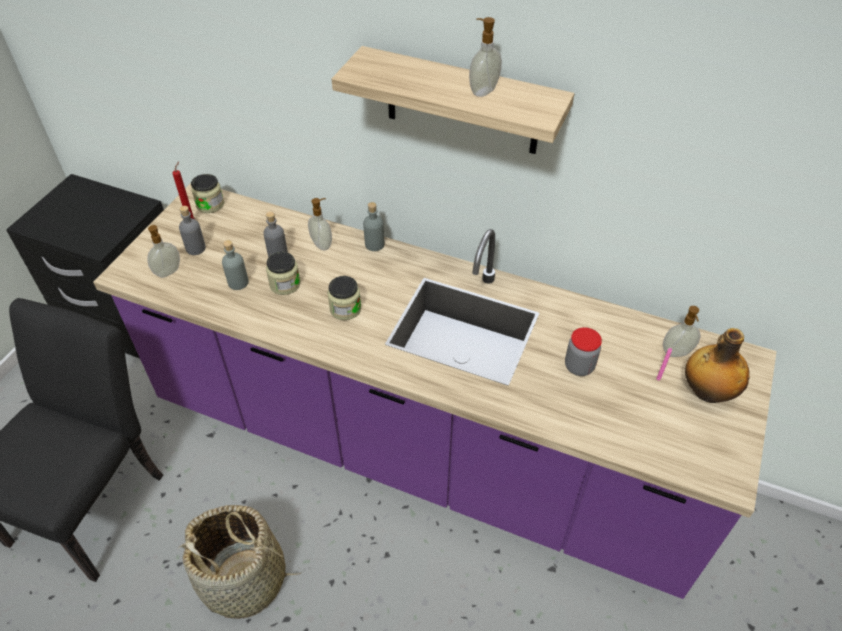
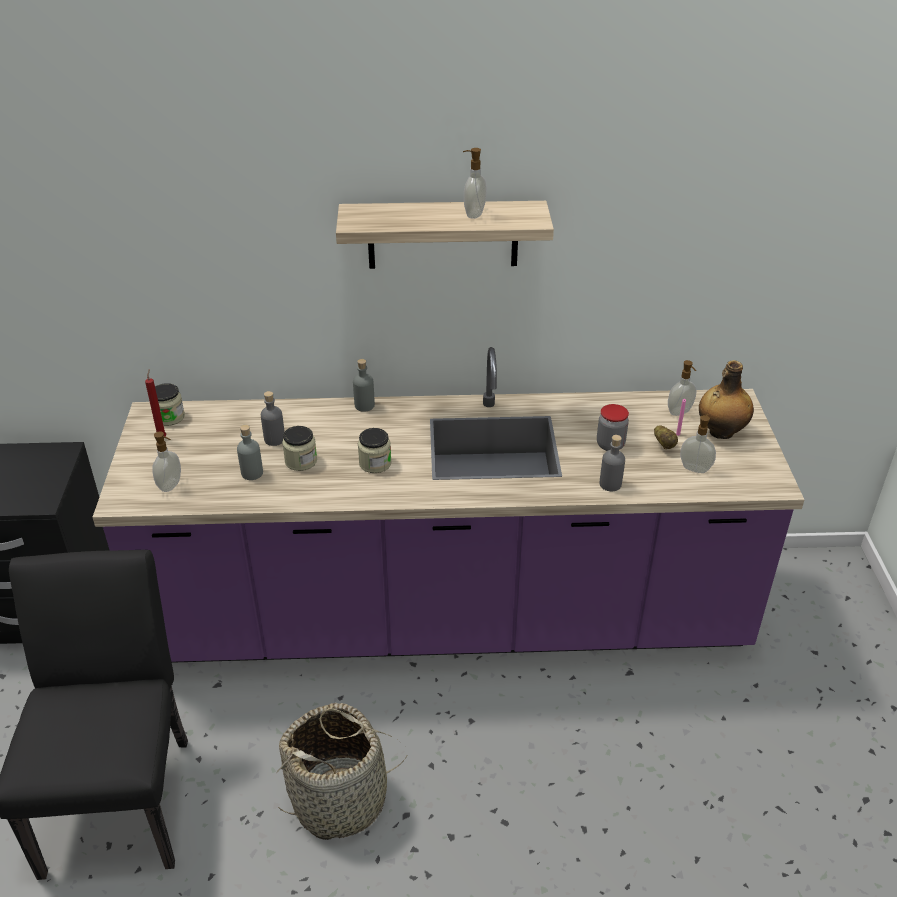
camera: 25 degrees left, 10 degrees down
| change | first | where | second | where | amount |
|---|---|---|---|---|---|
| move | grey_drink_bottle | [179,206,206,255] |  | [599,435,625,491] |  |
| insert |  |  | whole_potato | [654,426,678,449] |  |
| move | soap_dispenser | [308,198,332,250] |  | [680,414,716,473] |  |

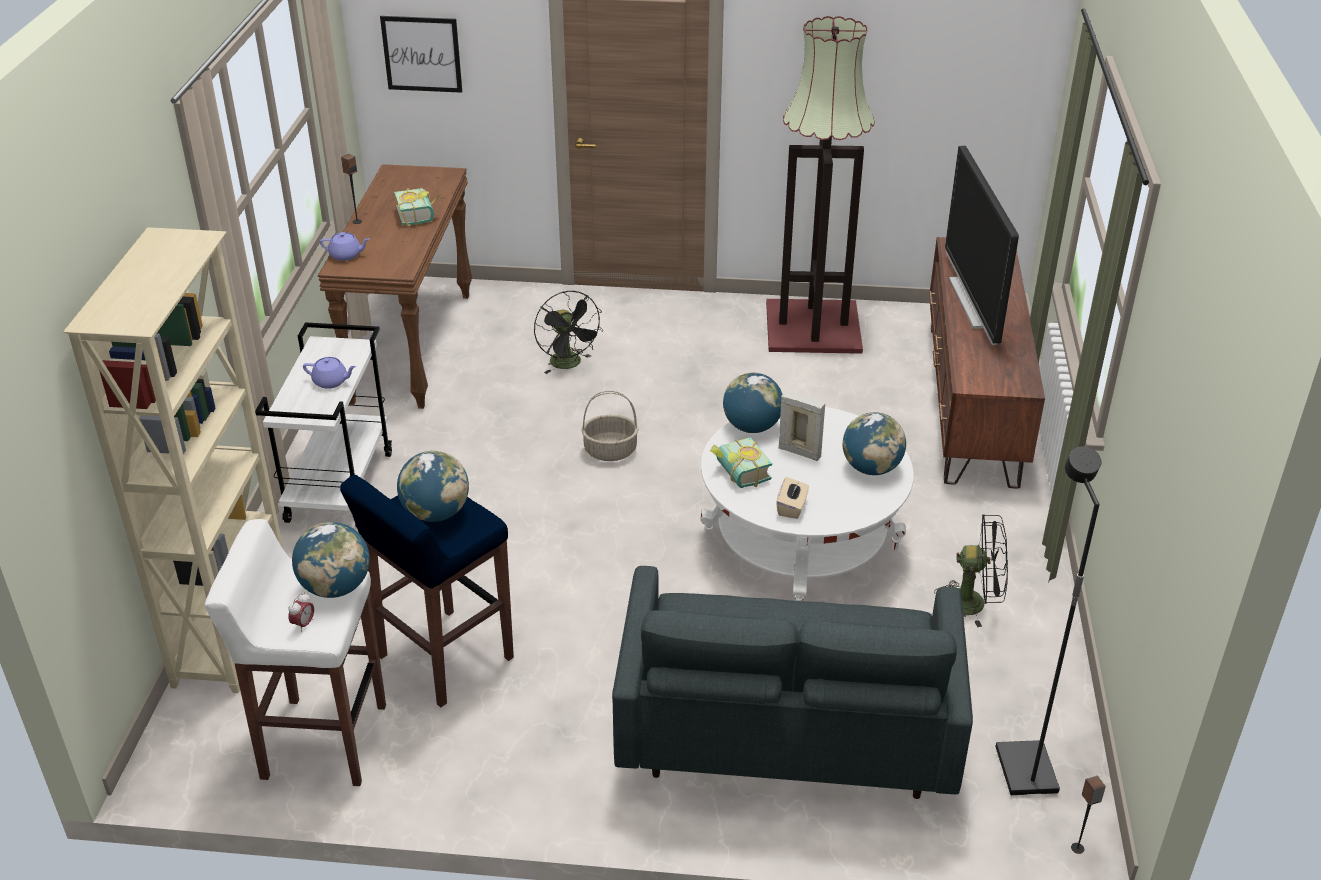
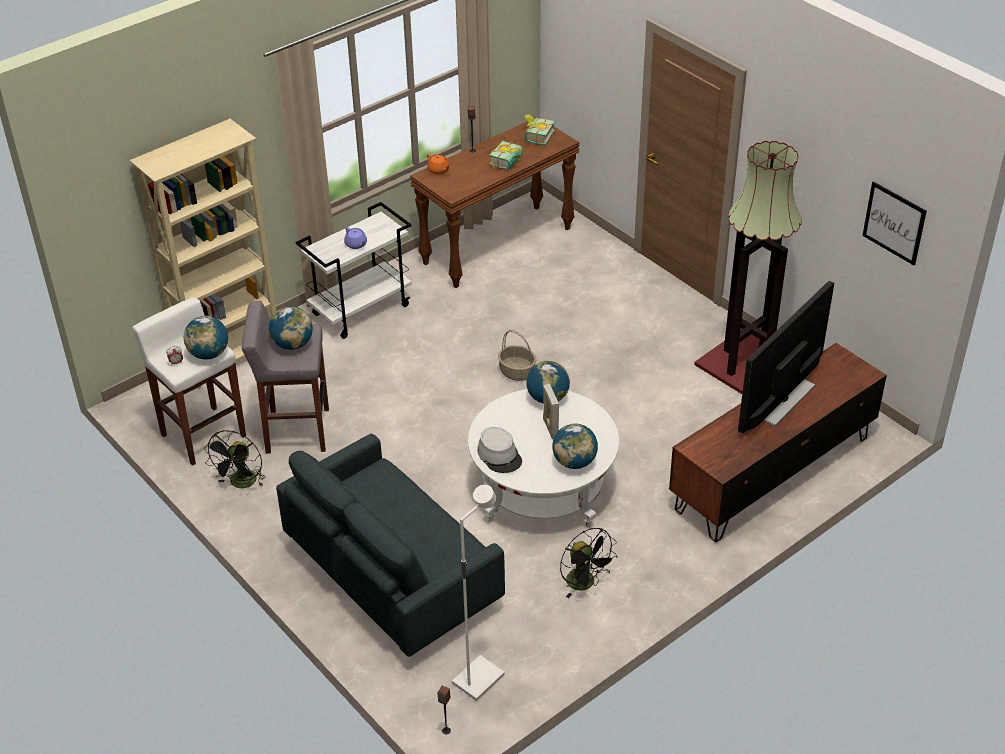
camera: 45 degrees right, 5 degrees up
| change | first | where | second | where | amount |
|---|---|---|---|---|---|
| move | black-coloured_electric_fan | [534,291,603,374] |  | [204,430,266,488] |  |
| recolor | blue_stool_seat | [340,475,514,707] | grey_stool_seat | [242,301,329,454] |  |
| recolor | purple-coloured_tea_pot | [320,232,370,261] | orange_tea_pot | [427,154,450,174] |  |
| recolor | black-coloured_floor_lamp | [995,446,1101,795] | white_floor_lamp | [452,485,505,701] |  |
| replace | beige-coloured_tissue_box | [776,477,809,519] | grey_clothing_hat | [477,427,522,473] |  |
| move | bound_book | [710,437,772,488] |  | [524,114,555,146] |  |
| move | wall_picture | [380,16,462,93] |  | [862,181,927,265] |  |

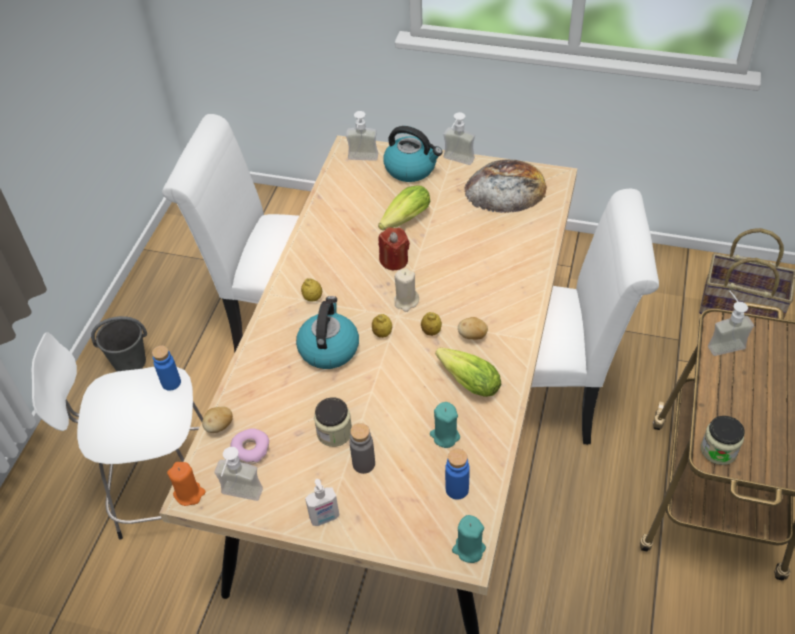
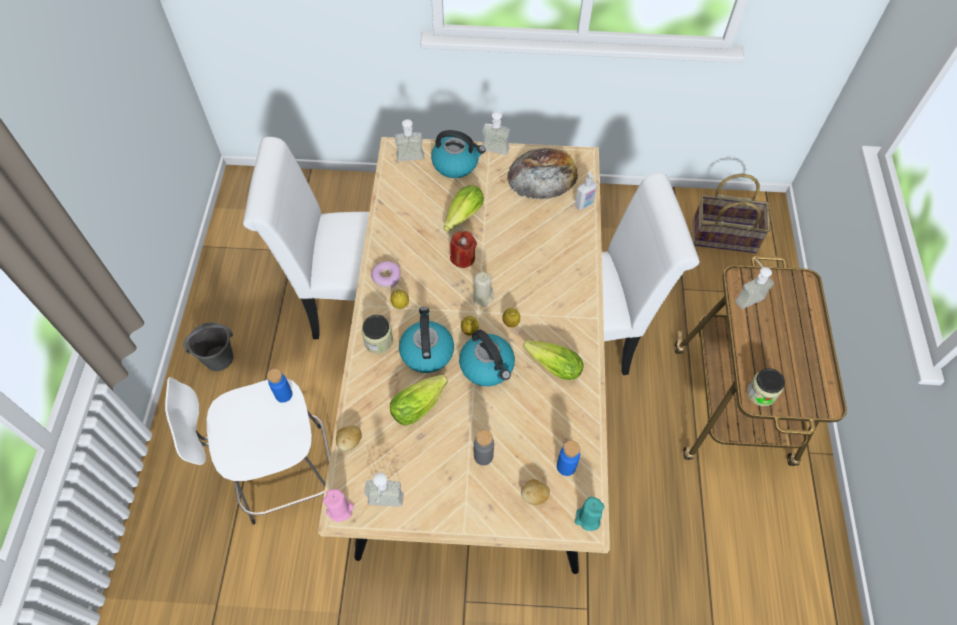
camera: 15 degrees left, 10 degrees up
| change | first | where | second | where | amount |
|---|---|---|---|---|---|
| recolor | orange_wax_candle | [167,462,206,506] | pink_wax_candle | [323,489,354,522] |  |
| move | preserve_jar | [314,397,352,447] |  | [362,315,393,354] |  |
| move | donut | [230,428,269,464] |  | [371,261,400,288] |  |
| insert |  |  | lettuce_head | [390,375,448,426] |  |
| insert |  |  | kettle | [459,329,515,386] |  |
| move | whole_potato | [458,317,488,340] |  | [521,479,550,505] |  |
| move | soap_dispenser | [305,479,339,526] |  | [575,172,598,210] |  |
| delete | turquoise-coloured_wax_candle | [430,402,460,448] |  |  |  |

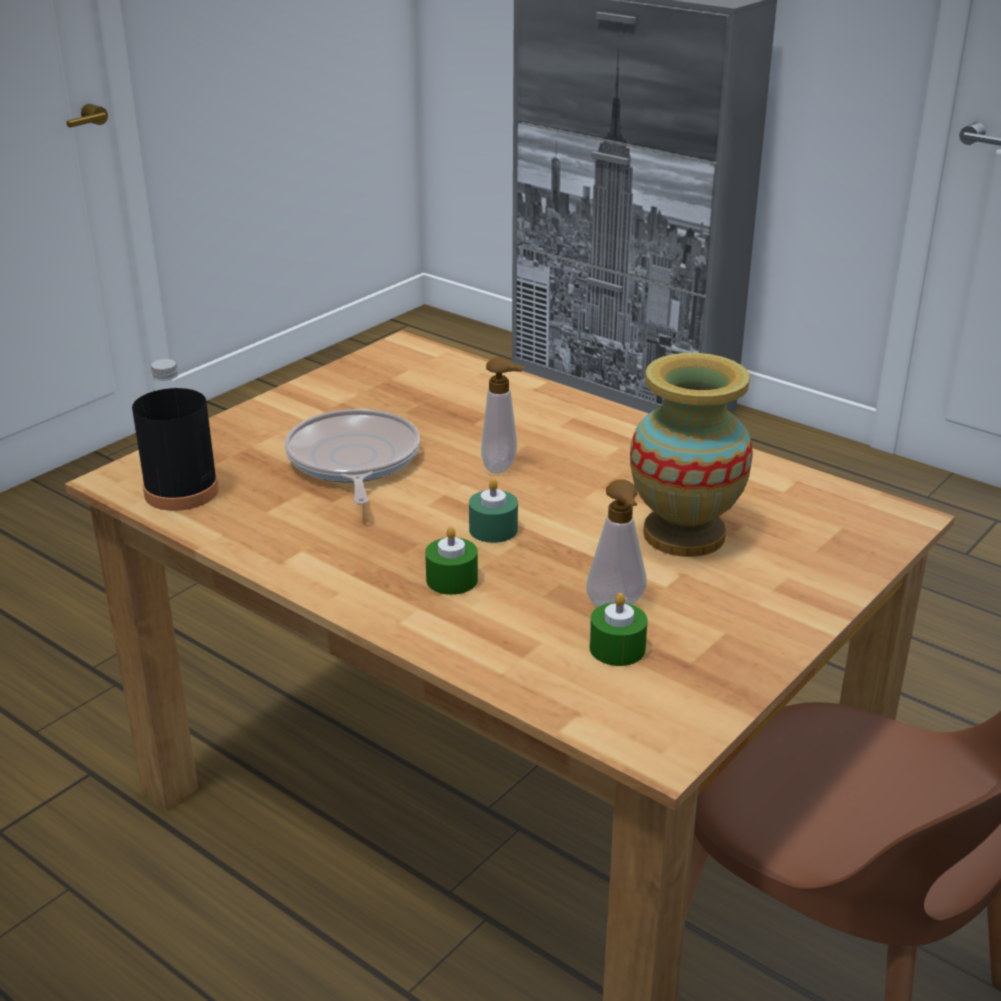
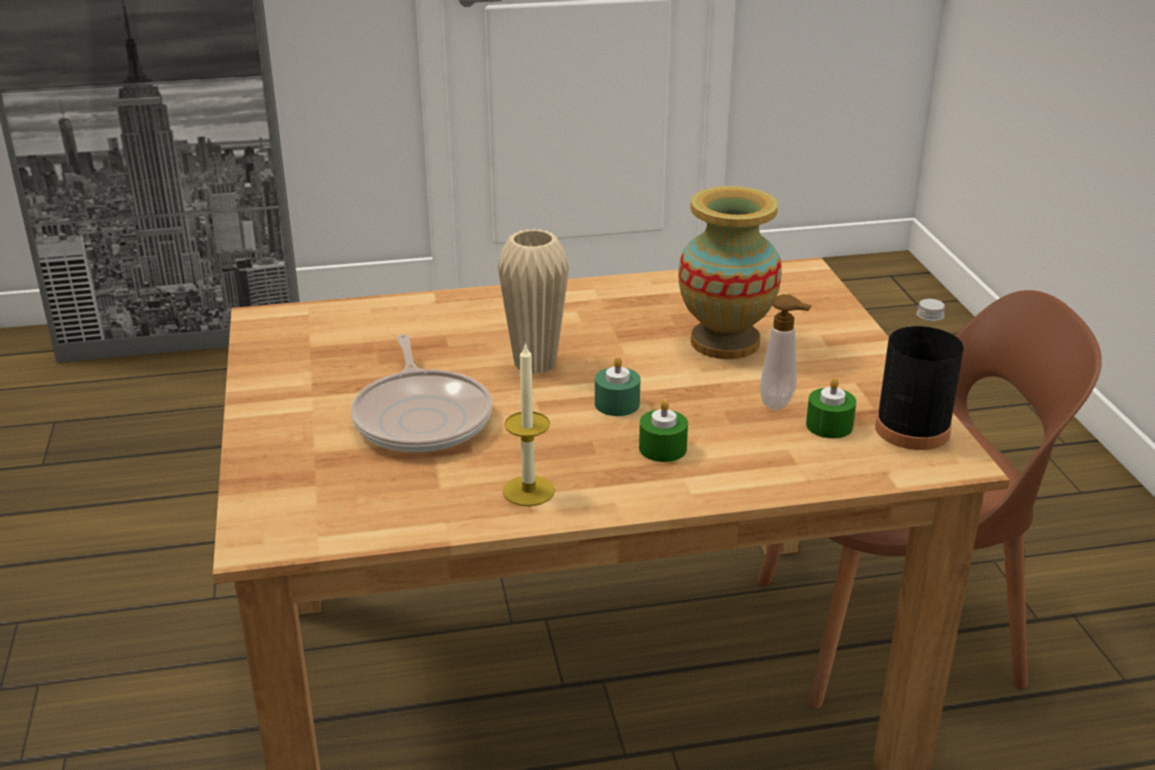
camera: 50 degrees left, 0 degrees up
| change | first | where | second | where | amount |
|---|---|---|---|---|---|
| rotate | skillet | [285,409,420,505] |  | [351,334,492,452] | 135 degrees counterclockwise |
| replace | soap_dispenser | [481,357,525,474] | beige-coloured_vase | [497,229,569,374] |  |
| insert |  |  | wax_candle | [503,342,555,506] |  |
| move | black-coloured_drink_bottle | [132,359,219,511] |  | [875,299,964,450] |  |

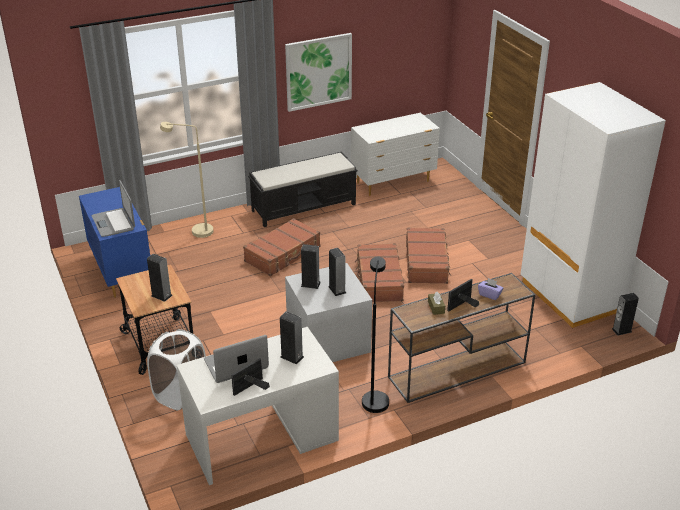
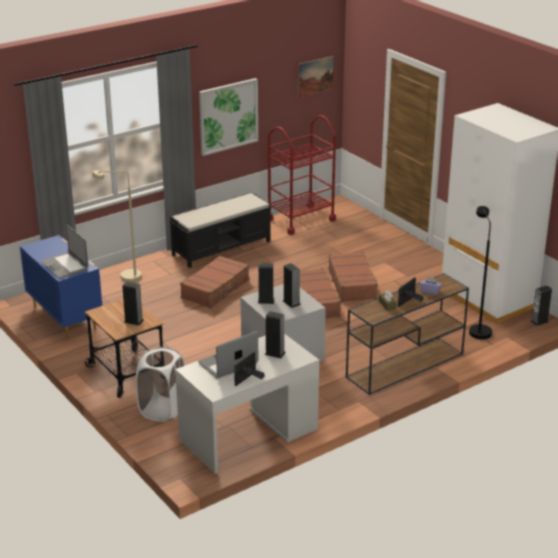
camera: 10 degrees left, 5 degrees down
| change | first | where | second | where | amount |
|---|---|---|---|---|---|
| replace | white_chest_of_drawers | [351,113,440,196] | red-coloured_cart | [268,115,336,235] |  |
| insert |  |  | wall_picture | [298,56,334,97] |  |
| move | black-coloured_floor_lamp | [362,257,389,413] |  | [469,206,492,339] |  |

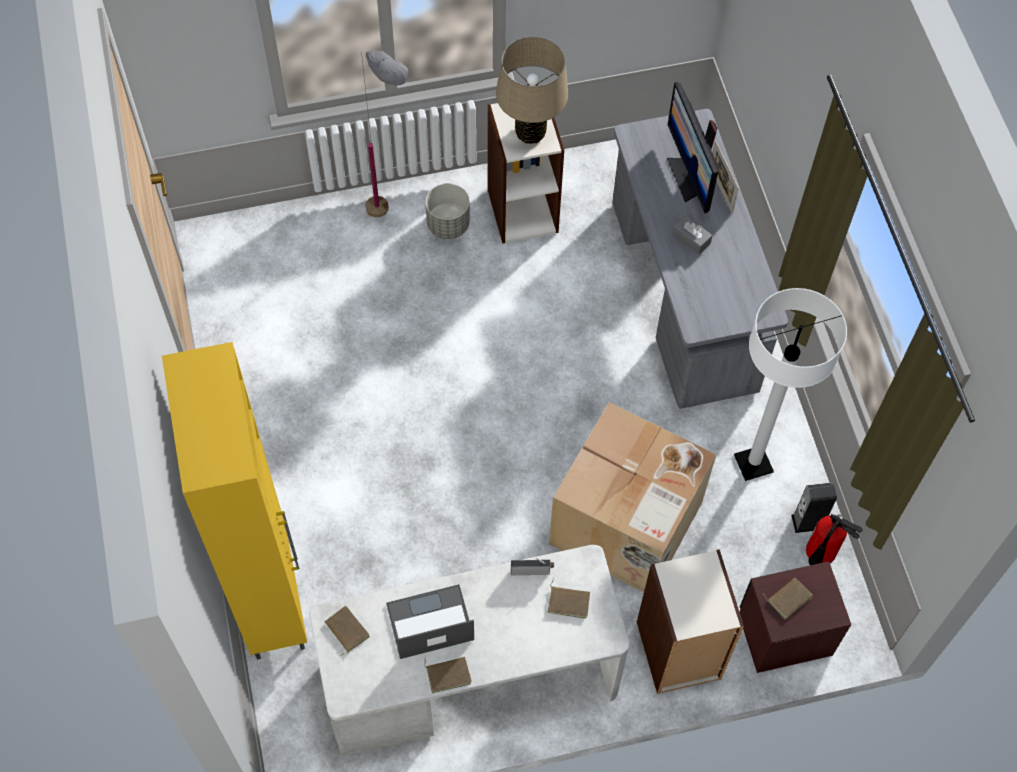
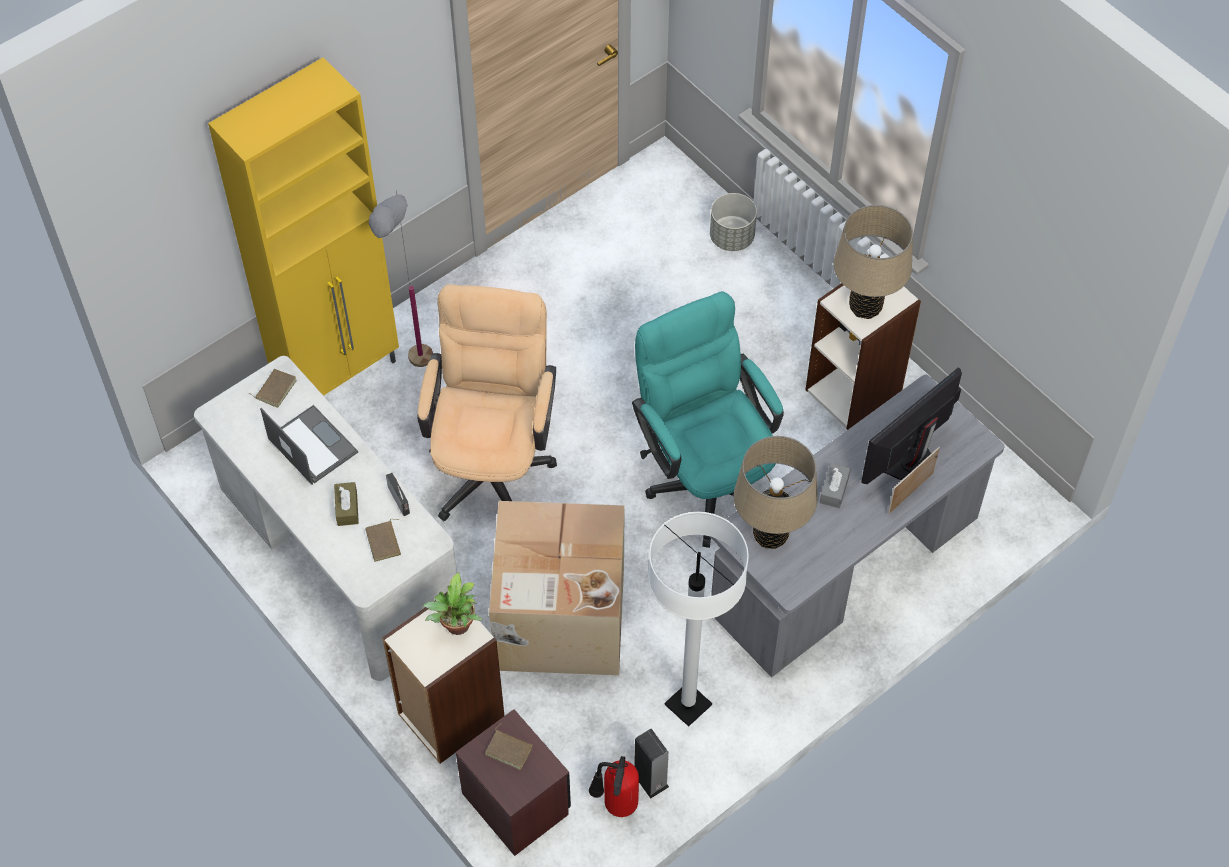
camera: 65 degrees right, 5 degrees down
| change | first | where | second | where | amount |
|---|---|---|---|---|---|
| insert |  |  | brown-coloured_tissue_box | [334,482,359,526] |  |
| move | grey_floor_lamp | [361,51,408,217] |  | [369,190,433,367] |  |
| insert |  |  | beige-coloured_office_chair | [417,284,557,522] |  |
| insert |  |  | plant_in_a_pot | [423,572,483,635] |  |
| insert |  |  | turquoise-coloured_office_chair | [632,291,784,548] |  |
| move | grey_plant_pot | [425,183,470,239] |  | [710,193,757,251] |  |
| insert |  |  | beige-coloured_lamp_for_a_table | [734,436,817,549] |  |
| delete | brown-coloured_bound_book | [424,657,472,693] |  |  |  |

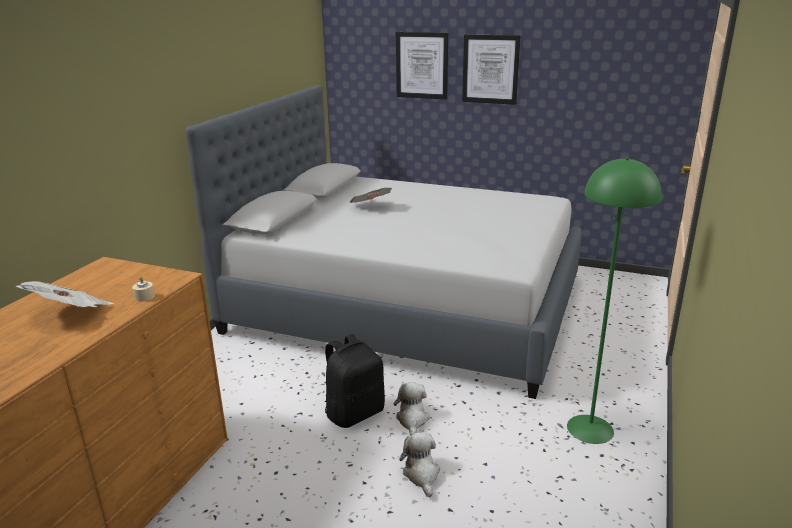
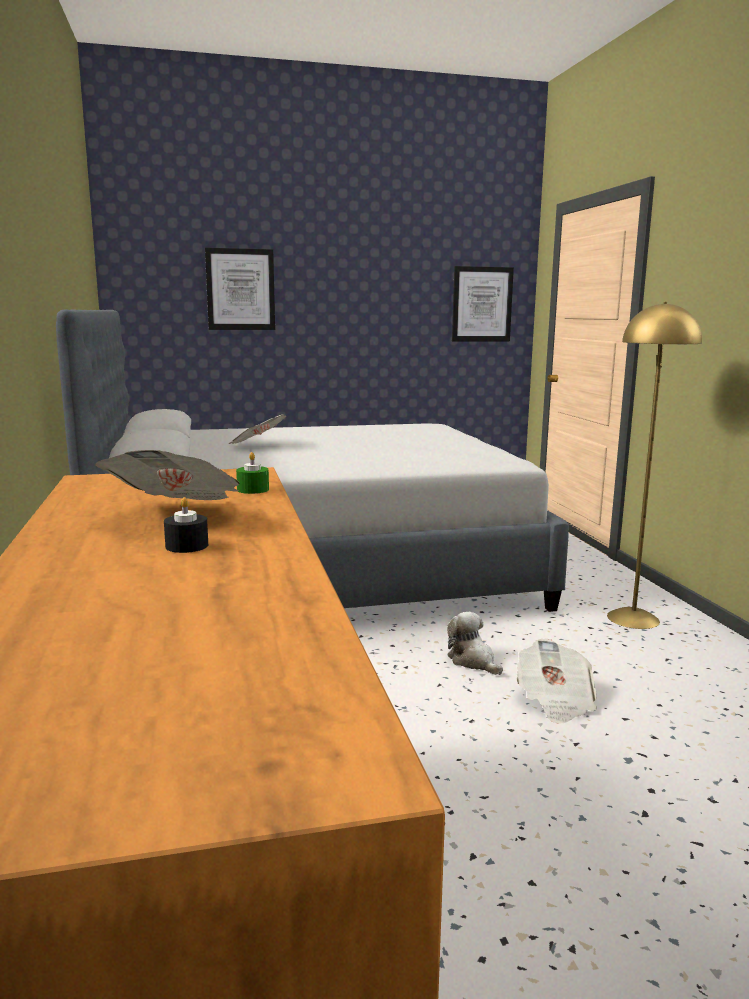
camera: 35 degrees left, 10 degrees down
| change | first | where | second | where | amount |
|---|---|---|---|---|---|
| insert |  |  | black-coloured_wax_candle | [164,497,208,553] |  |
| recolor | beige-coloured_wax_candle | [132,276,155,302] | green-coloured_wax_candle | [236,452,269,494] |  |
| move | wall_picture | [462,34,521,105] |  | [452,266,514,341] |  |
| replace | plush_toy | [399,432,440,498] | newspaper | [516,639,597,724] |  |
| recolor | green-coloured_floor_lamp | [567,158,662,444] | yellow_floor_lamp | [607,302,702,629] |  |
| delete | black-coloured_rucksack | [325,334,385,428] |  |  |  |

